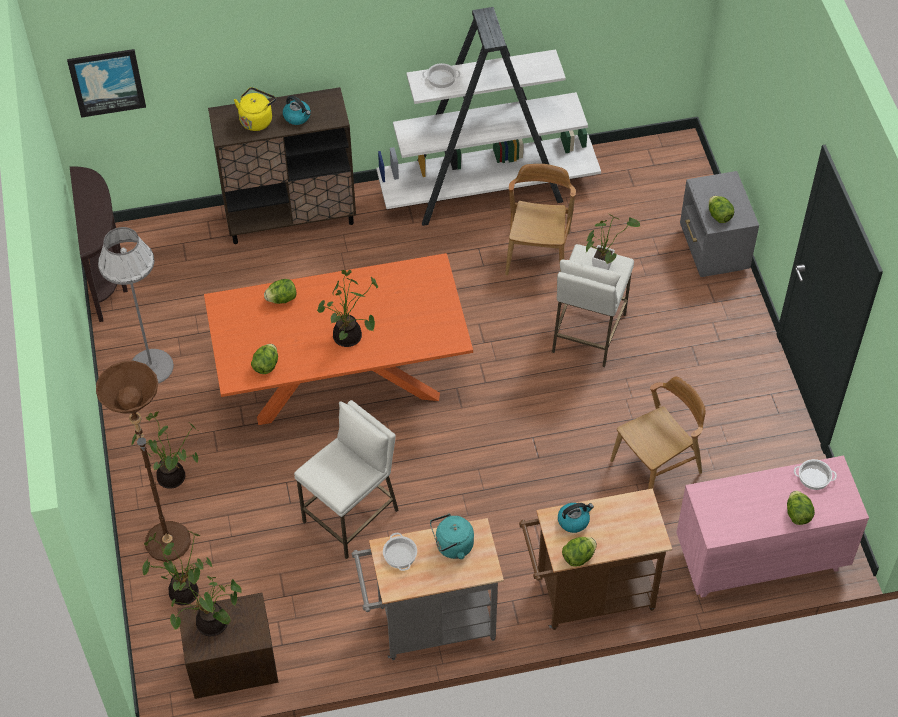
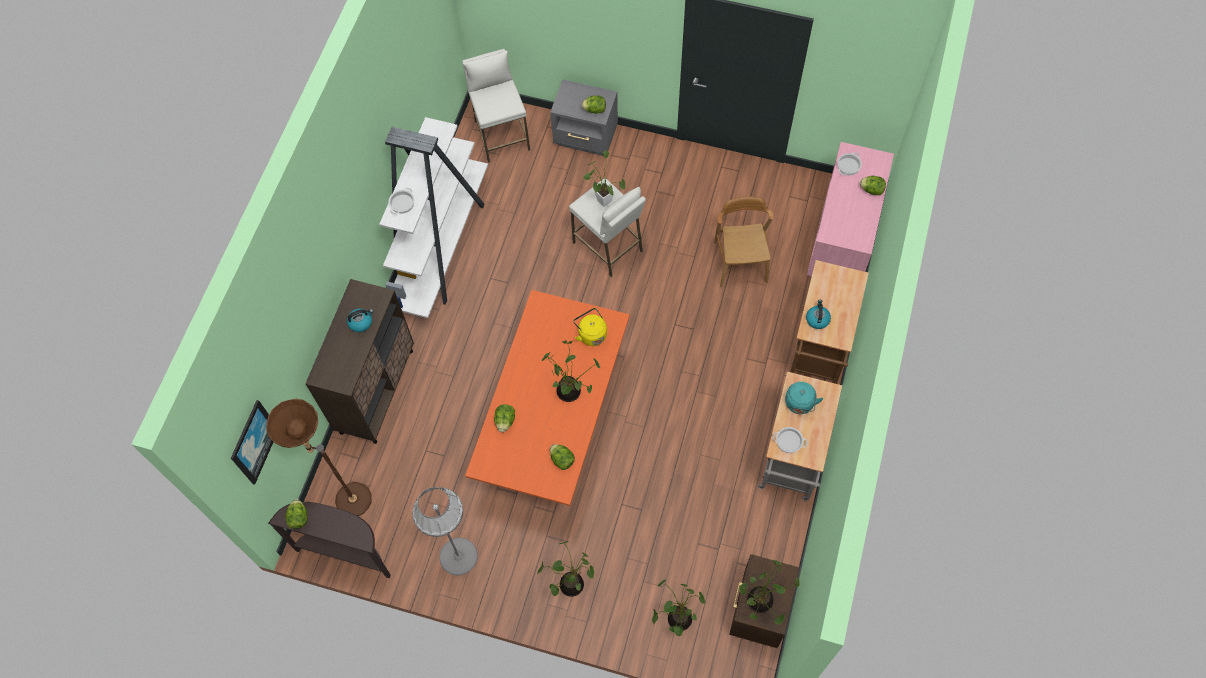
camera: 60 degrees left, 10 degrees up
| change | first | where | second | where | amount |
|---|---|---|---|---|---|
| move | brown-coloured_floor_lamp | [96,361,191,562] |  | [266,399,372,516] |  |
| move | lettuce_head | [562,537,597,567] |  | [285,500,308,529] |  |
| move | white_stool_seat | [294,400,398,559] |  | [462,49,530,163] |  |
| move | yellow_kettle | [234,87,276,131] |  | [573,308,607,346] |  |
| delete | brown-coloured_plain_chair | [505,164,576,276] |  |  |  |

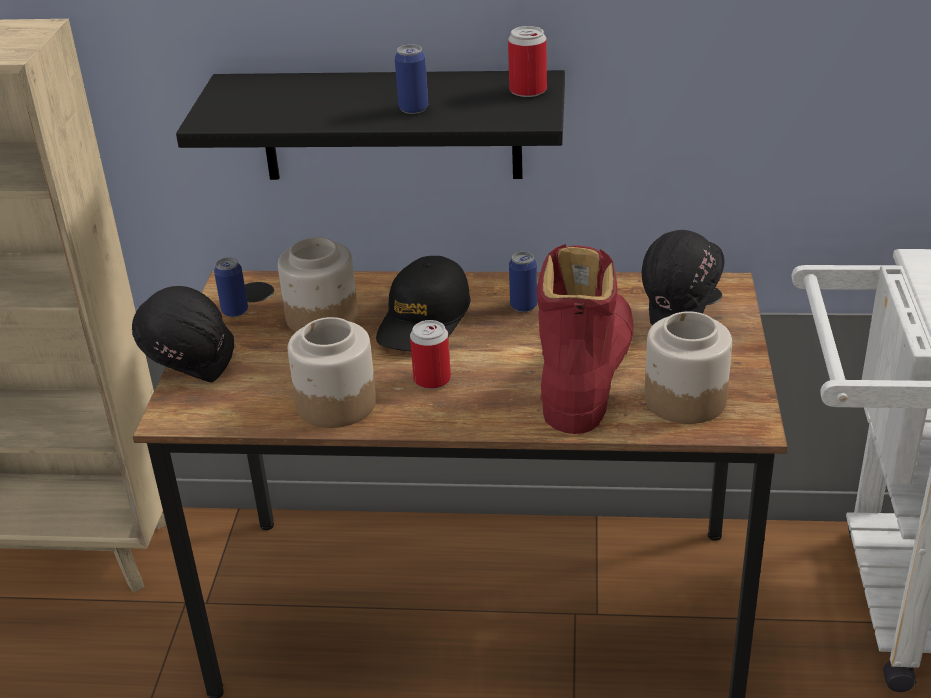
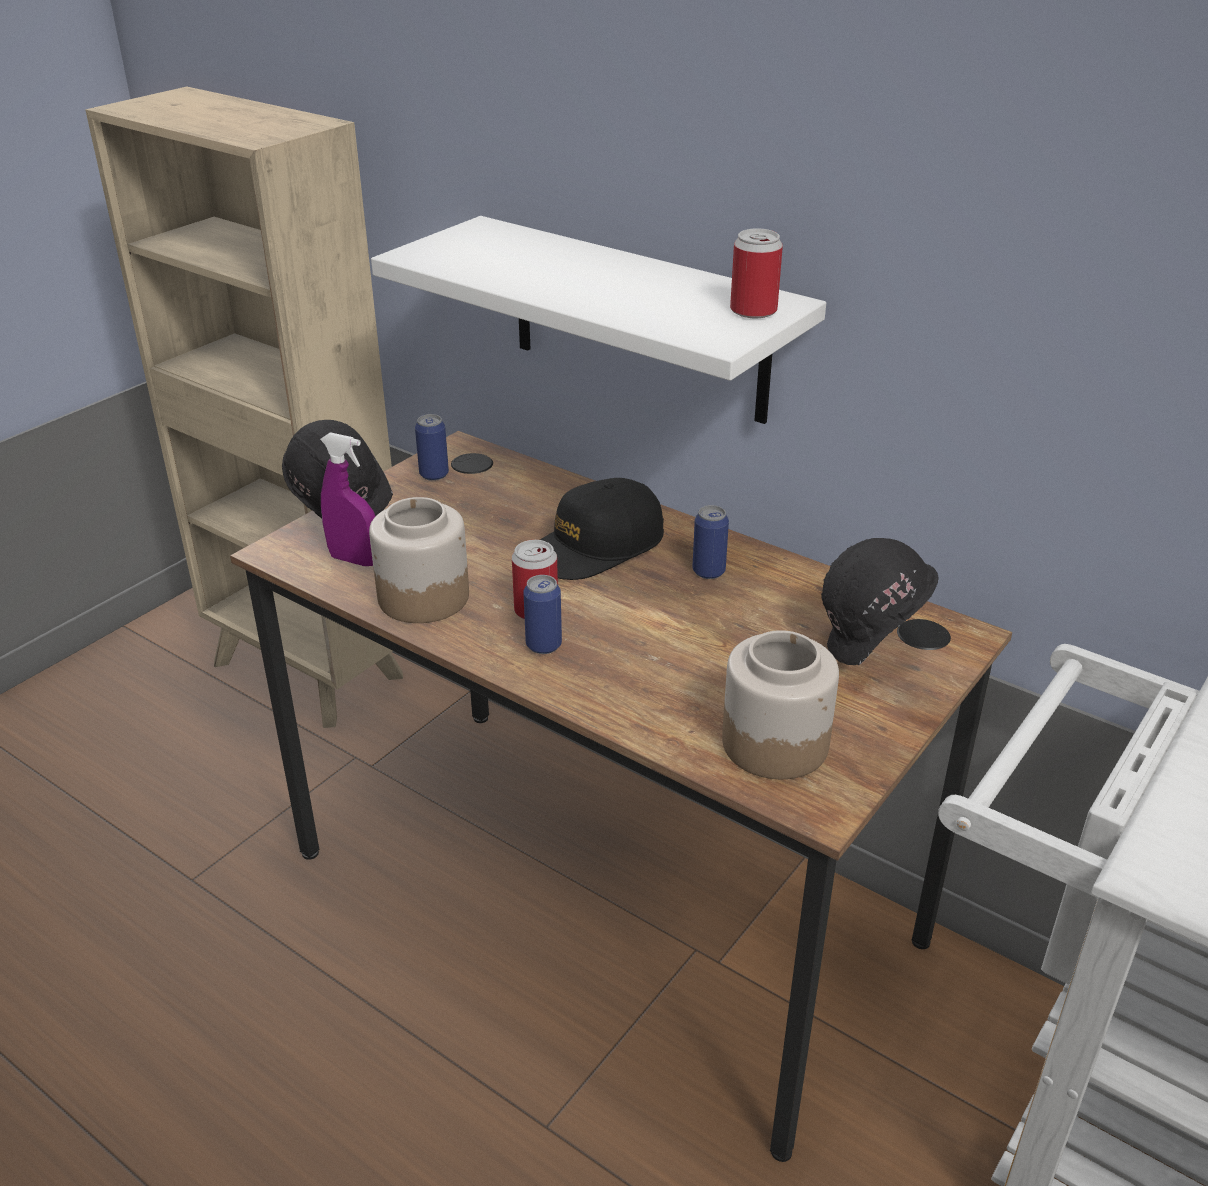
camera: 30 degrees right, 0 degrees up
| change | first | where | second | where | amount |
|---|---|---|---|---|---|
| insert |  |  | purple-coloured_spray_bottle | [320,432,376,566] |  |
| recolor | black-coloured_wall_shelf | [176,70,565,180] | white_wall_shelf | [371,216,826,424] |  |
| move | can | [395,44,428,114] |  | [524,575,562,654] |  |
| delete | preserve_jar | [278,237,358,332] |  |  |  |
| delete | red-coloured_tall_boot | [537,244,634,434] |  |  |  |

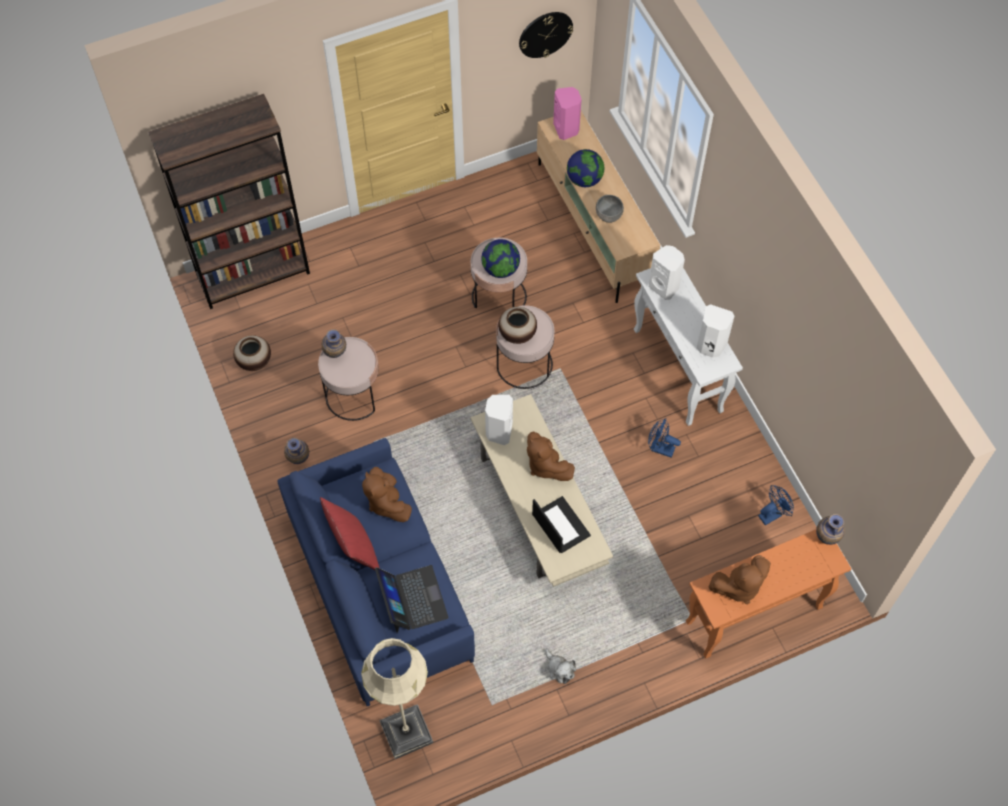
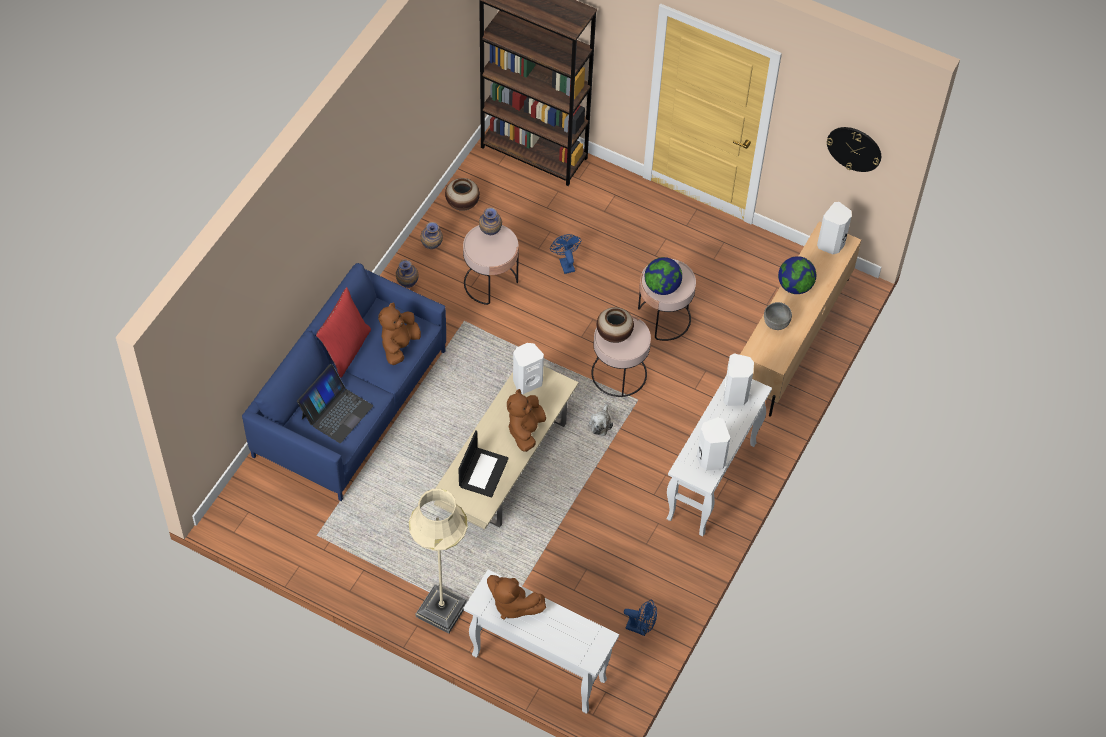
camera: 50 degrees right, 5 degrees down
| change | first | where | second | where | amount |
|---|---|---|---|---|---|
| move | beige-coloured_floor_lamp | [361,638,433,759] |  | [409,488,468,634] |  |
| move | vase | [816,514,845,545] |  | [421,222,443,249] |  |
| recolor | orange_narrow_table | [686,530,852,659] | white_narrow_table | [463,570,619,714] |  |
| move | blue_electric_fan | [648,418,681,458] |  | [550,234,581,274] |  |
| move | plush_toy | [545,648,576,684] |  | [589,404,613,436] |  |
| recolor | pink_loudspeaker | [553,87,582,140] | white_loudspeaker | [817,202,852,254] |  |

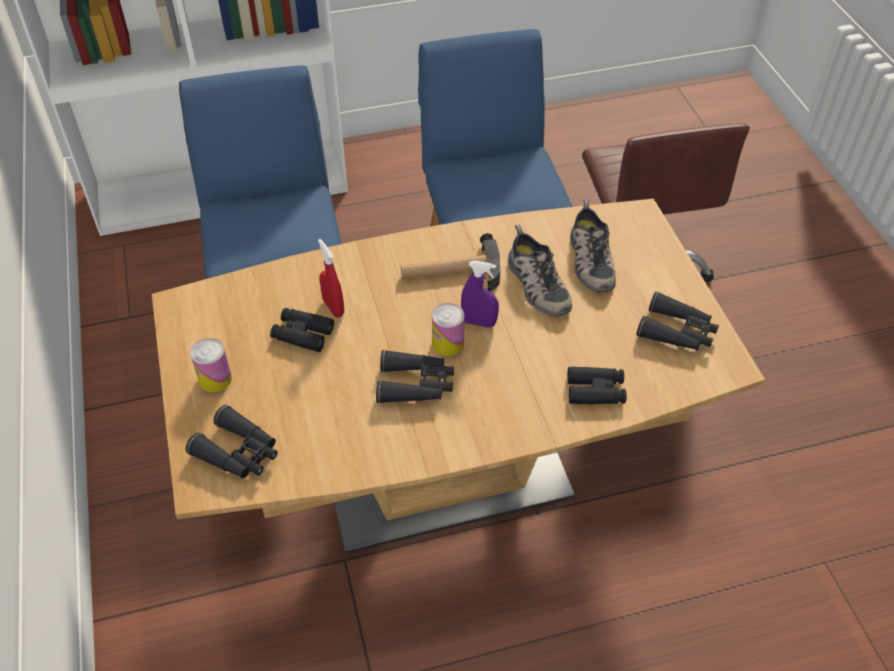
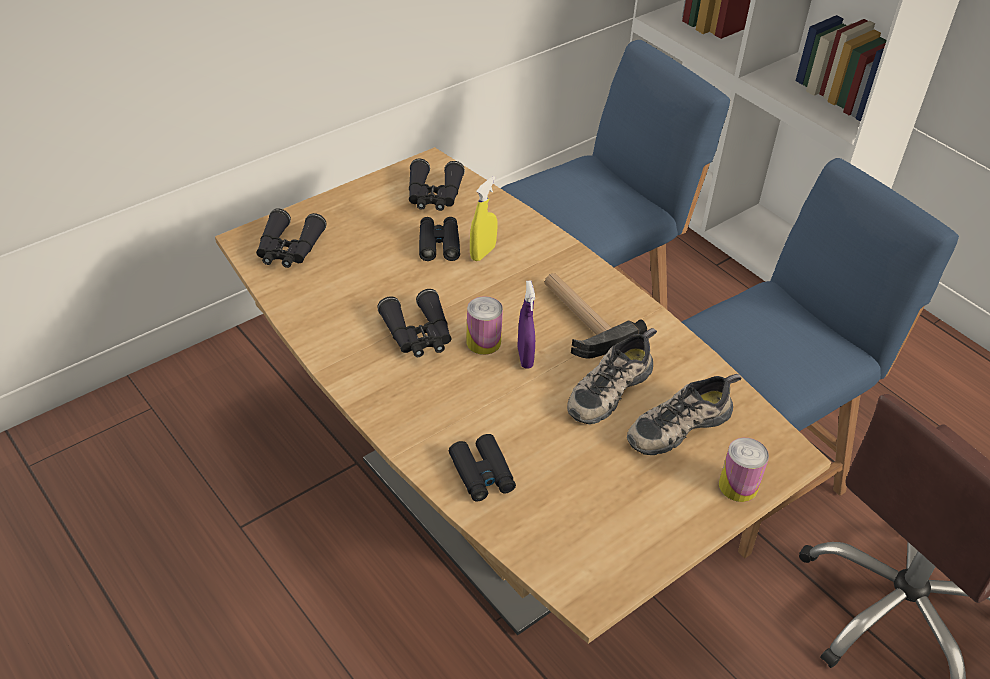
camera: 65 degrees right, 5 degrees down
| change | first | where | second | where | amount |
|---|---|---|---|---|---|
| move | black-coloured_field_glasses | [636,291,719,351] |  | [409,158,465,211] |  |
| recolor | red-coloured_spray_bottle | [318,239,344,317] | yellow_spray_bottle | [470,176,497,261] |  |
| move | can | [190,338,232,392] |  | [719,438,769,502] |  |

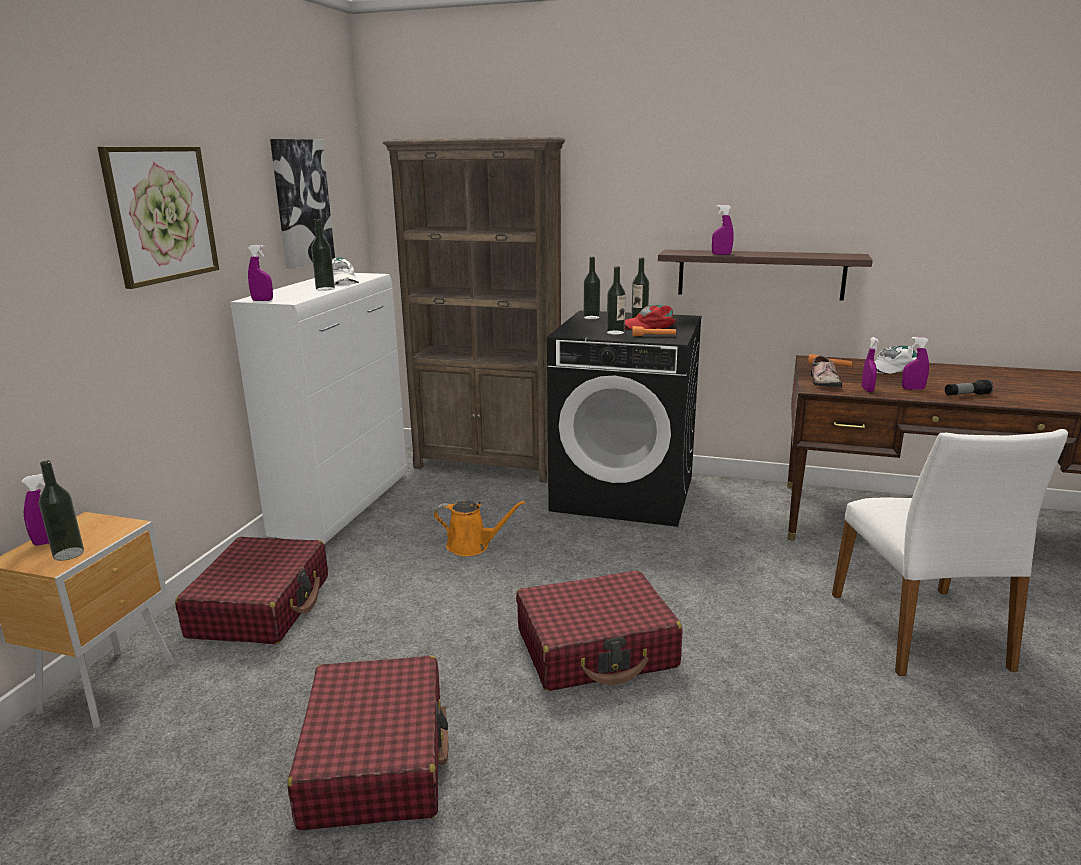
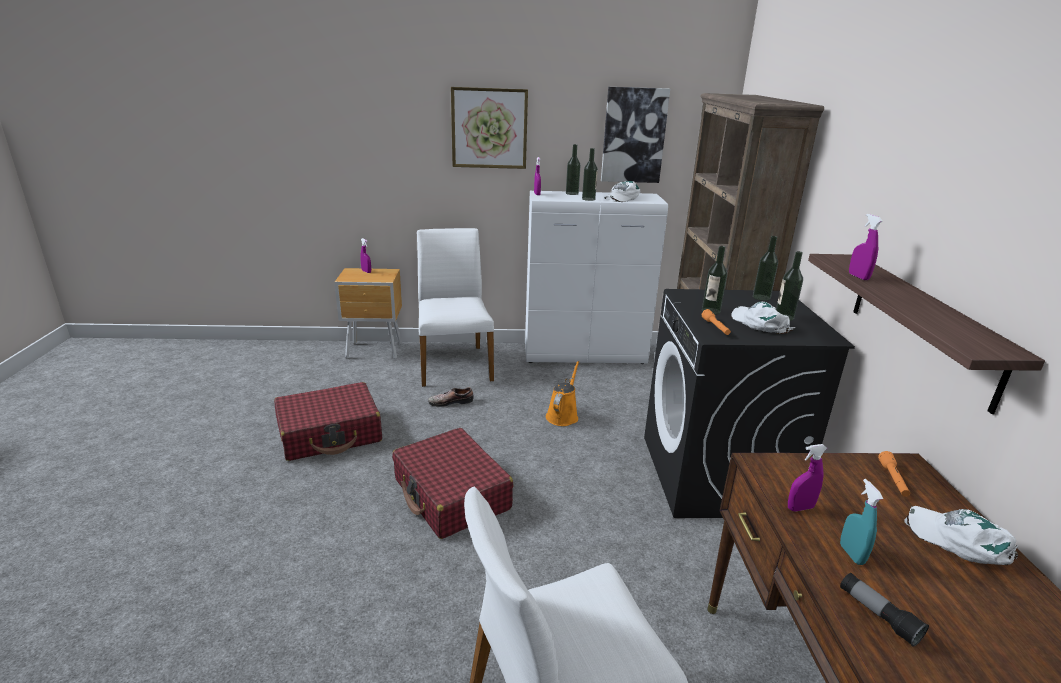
camera: 70 degrees right, 5 degrees up
| change | first | where | second | where | amount |
|---|---|---|---|---|---|
| replace | red-coloured_travel_case | [175,537,328,644] | white_plain_chair | [417,228,494,387] |  |
| move | low_shoe | [811,356,842,387] |  | [428,387,474,407] |  |
| rotate | orange_watering_pot | [434,501,525,556] |  | [546,361,579,426] | 150 degrees counterclockwise |
| move | drink_bottle | [39,460,84,561] |  | [566,144,581,195] |  |
| recolor | red-coloured_baseball_cap | [625,305,676,330] | white_baseball_cap | [731,301,795,334] |  |
| recolor | purple-coloured_spray_bottle | [902,337,929,390] | turquoise-coloured_spray_bottle | [840,479,883,565] |  |

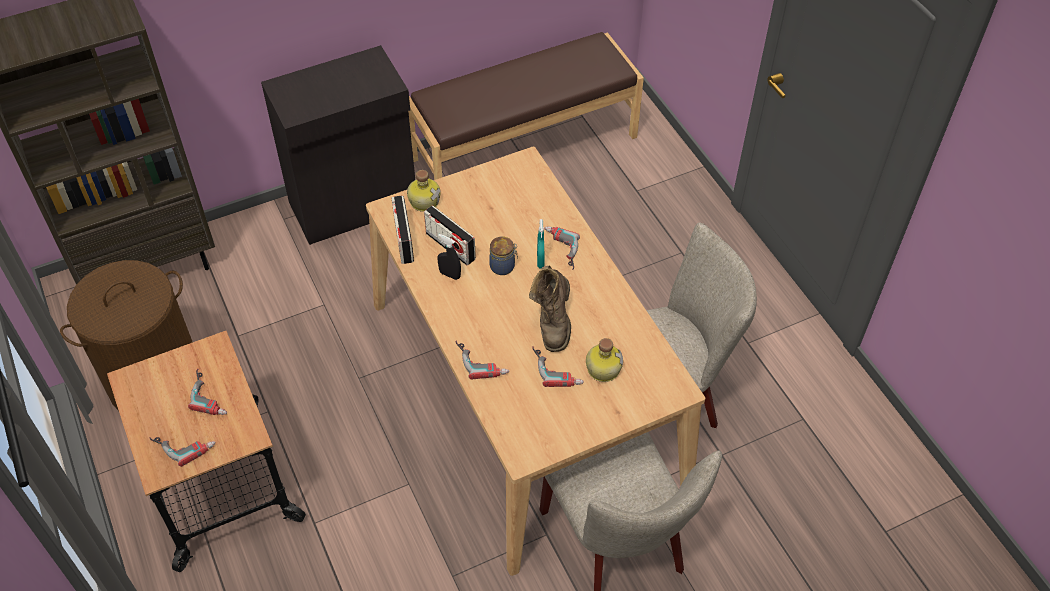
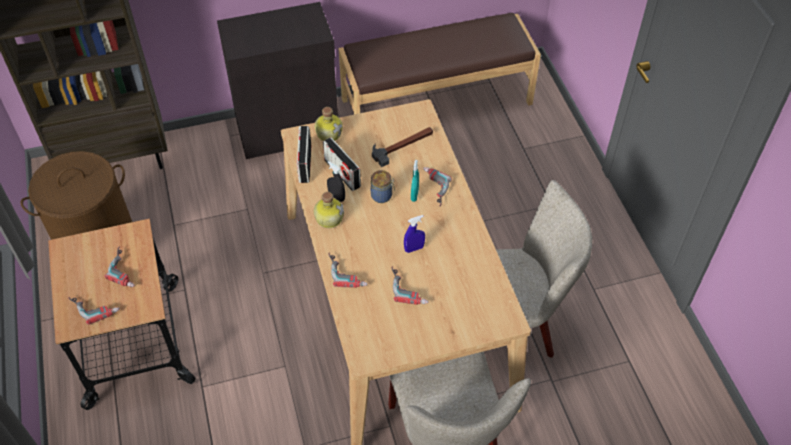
camera: 10 degrees right, 0 degrees up
| change | first | where | second | where | amount |
|---|---|---|---|---|---|
| move | drink_bottle | [586,338,623,382] |  | [314,192,344,228] |  |
| insert |  |  | tool_hammer | [372,127,433,167] |  |
| replace | brown-coloured_tall_boot | [529,266,571,352] | blue_spray_bottle | [404,215,425,253] |  |

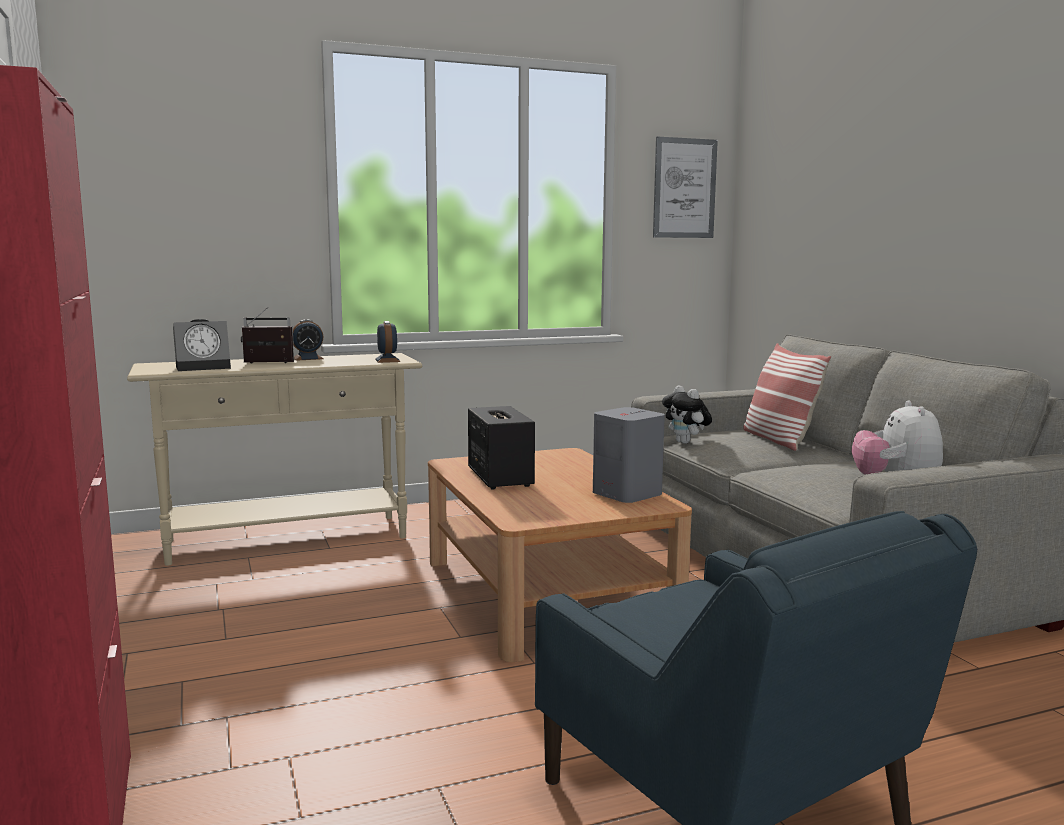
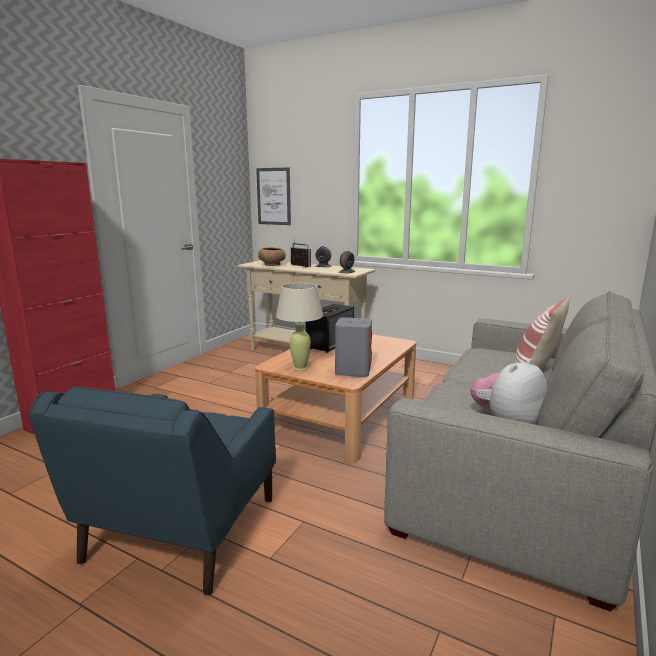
camera: 50 degrees right, 5 degrees up
| change | first | where | second | where | amount |
|---|---|---|---|---|---|
| move | wall_picture | [653,137,718,238] |  | [256,168,291,225] |  |
| replace | bedside_clock | [173,319,231,371] | brown-coloured_bowl | [258,247,286,266] |  |
| insert |  |  | beige-coloured_lamp_for_a_table | [276,283,323,371] |  |
| delete | plush_toy | [662,385,712,444] |  |  |  |

